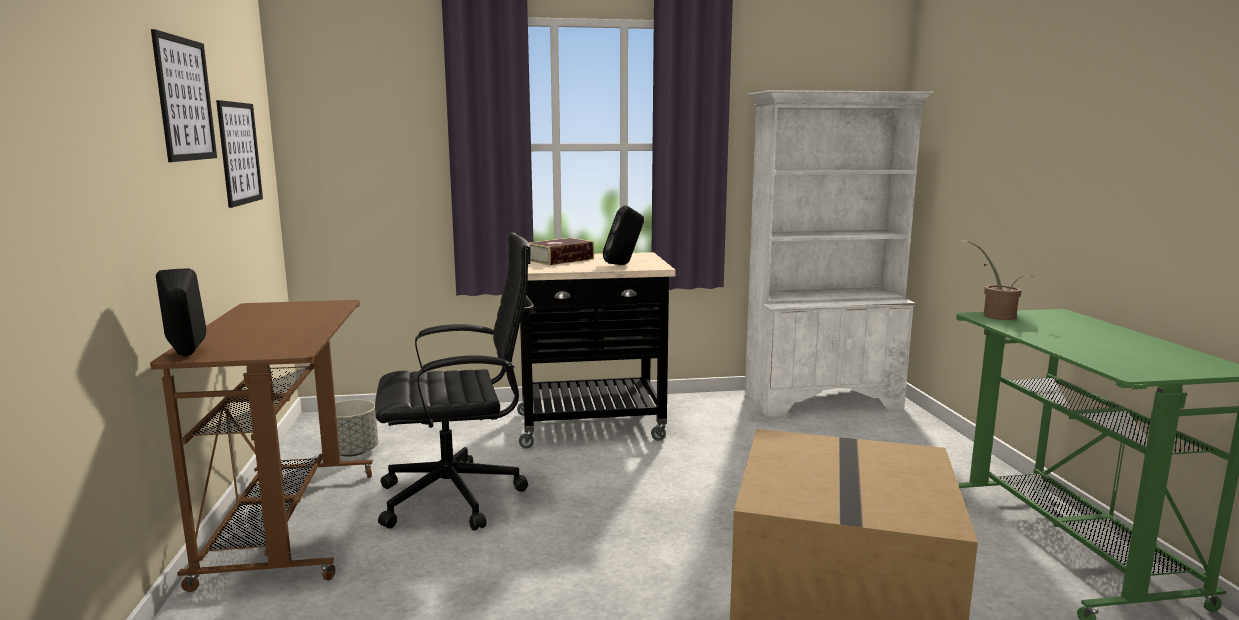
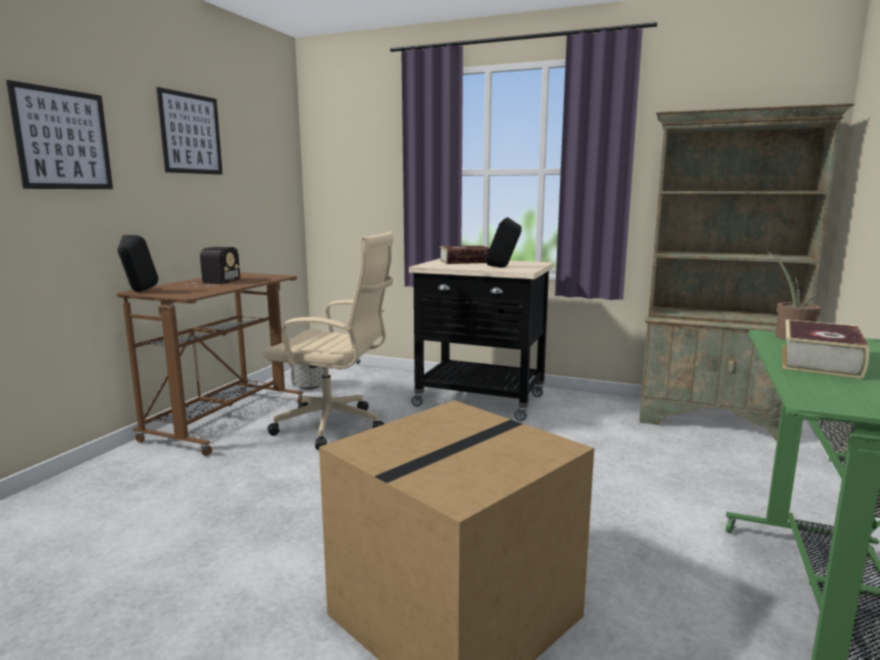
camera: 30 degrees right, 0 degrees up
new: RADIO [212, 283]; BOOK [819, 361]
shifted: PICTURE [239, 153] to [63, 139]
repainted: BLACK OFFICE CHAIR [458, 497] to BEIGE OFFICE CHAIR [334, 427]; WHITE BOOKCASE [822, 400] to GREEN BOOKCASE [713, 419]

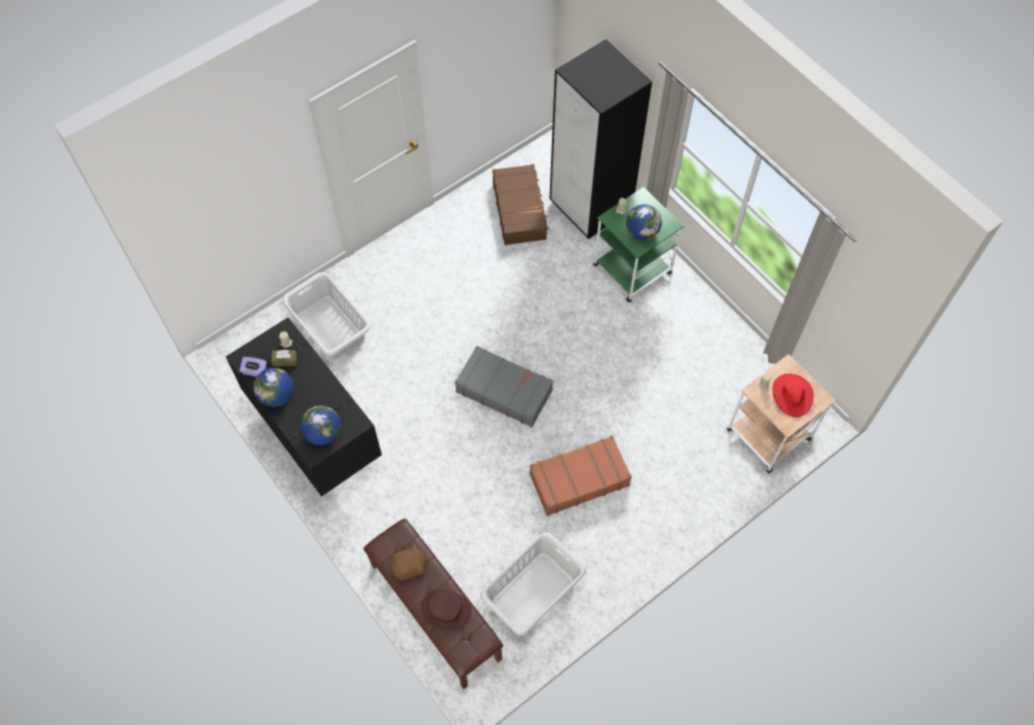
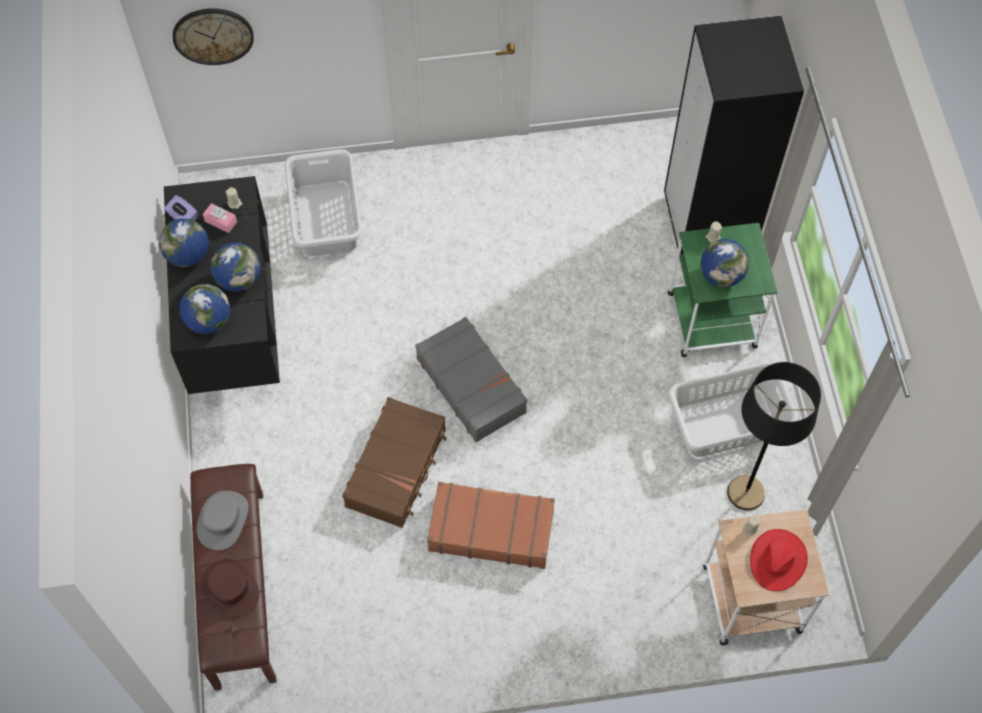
camera: 30 degrees right, 0 degrees up
new: WALL CLOCK [213, 35]; GLOBE [239, 279]; BLACK FLOOR LAMP [745, 493]
shifted: GREY LAUNDRY BASKET [532, 592] to [725, 422]; BROWN SUITCASE [520, 210] to [397, 468]
swapped: BROWN PLUSH TOY [410, 567] to GREY HAT [223, 520]
repainted: BROWN TISSUE BOX [285, 360] to PINK TISSUE BOX [221, 221]

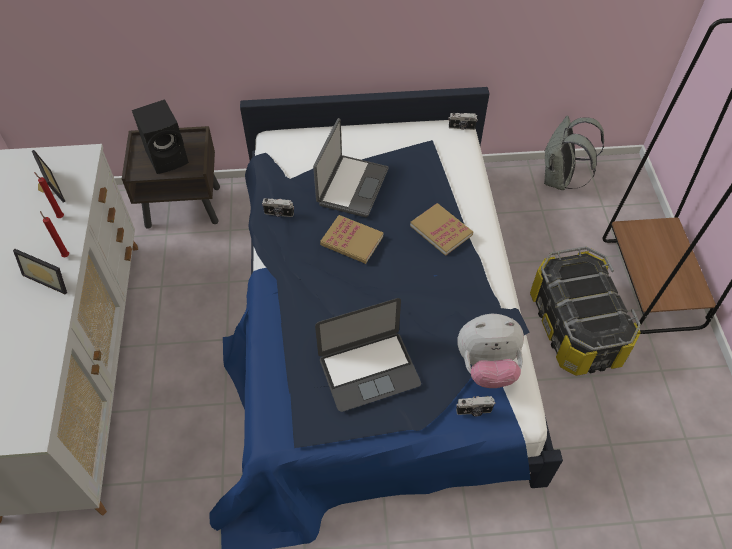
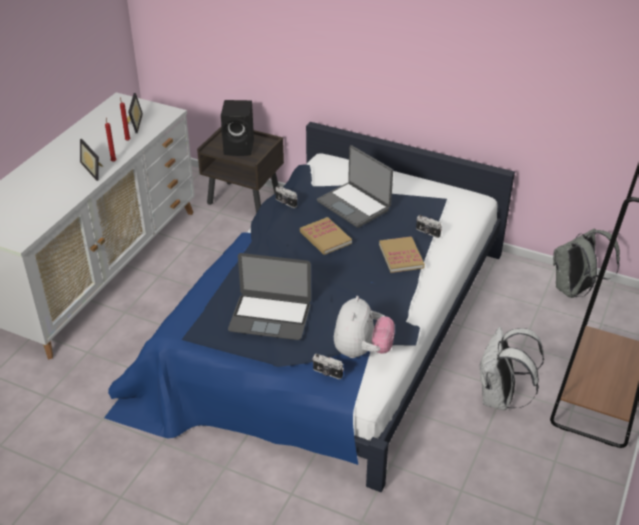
camera: 30 degrees right, 15 degrees down
shifted: PHOTO CAMERA [461, 127] to [427, 232]
swapped: STORAGE BOX [576, 327] to WHITE BACKPACK [500, 398]
rotated: LAPTOP [351, 186] = [354, 205] 90 degrees clockwise; PLUSH TOY [487, 366] = [362, 351] 105 degrees counterclockwise

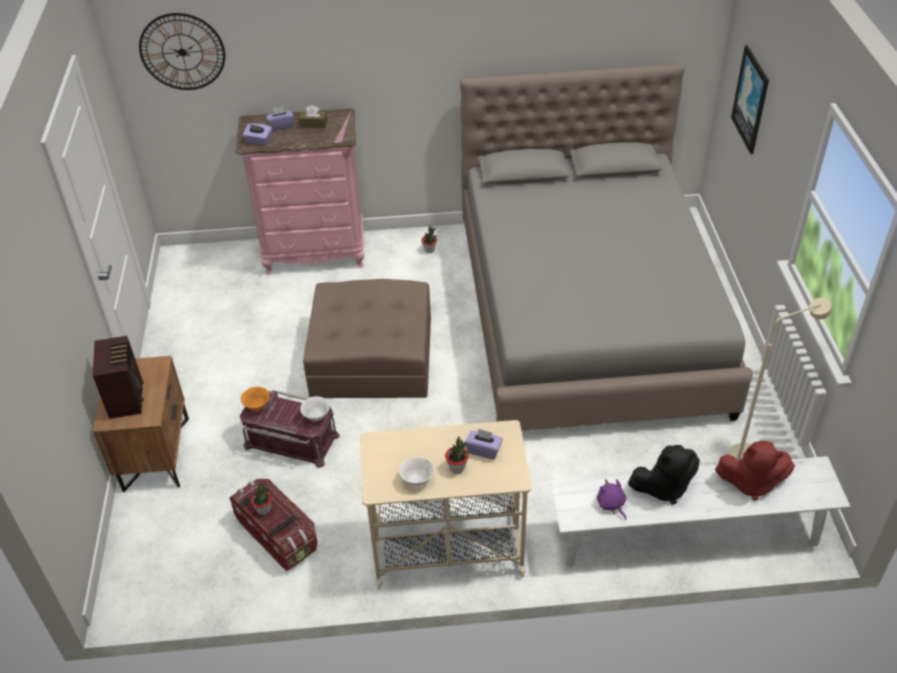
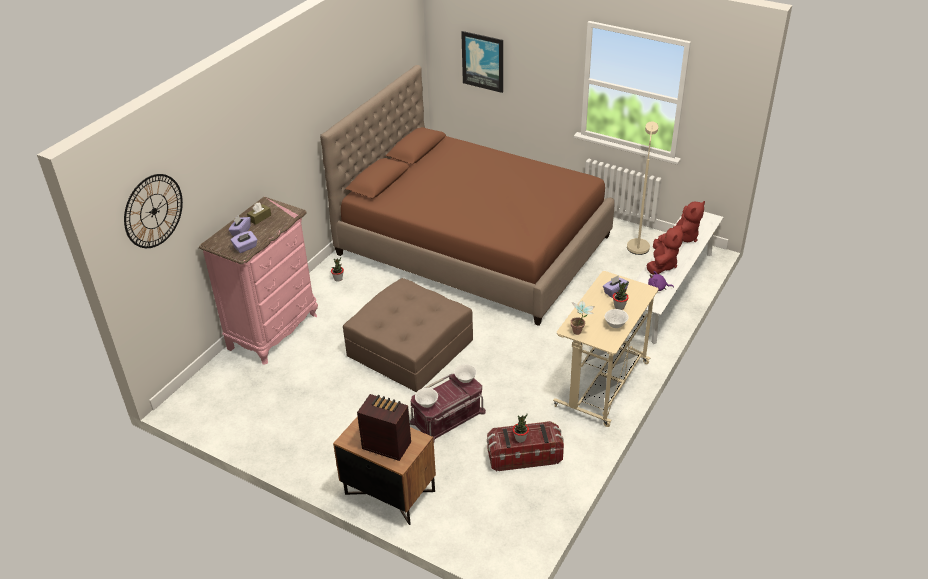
camera: 55 degrees left, 5 degrees down
new: POTTED PLANT [580, 332]
repainted: ORANGE BOWL [257, 407] to WHITE BOWL [427, 404]; GREY BED [587, 313] to BROWN BED [473, 245]; BLACK PLUSH TOY [663, 487] to RED PLUSH TOY [662, 265]

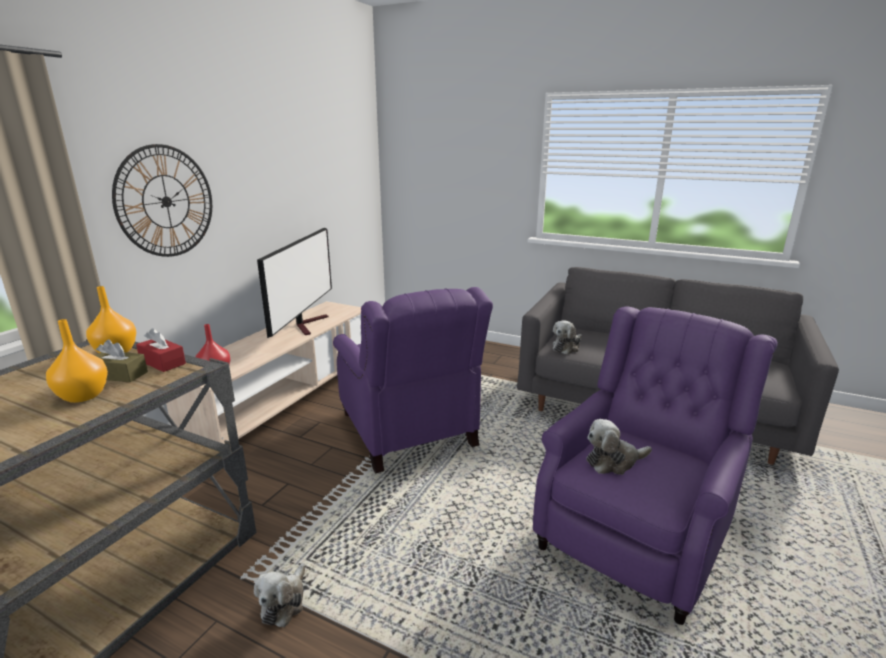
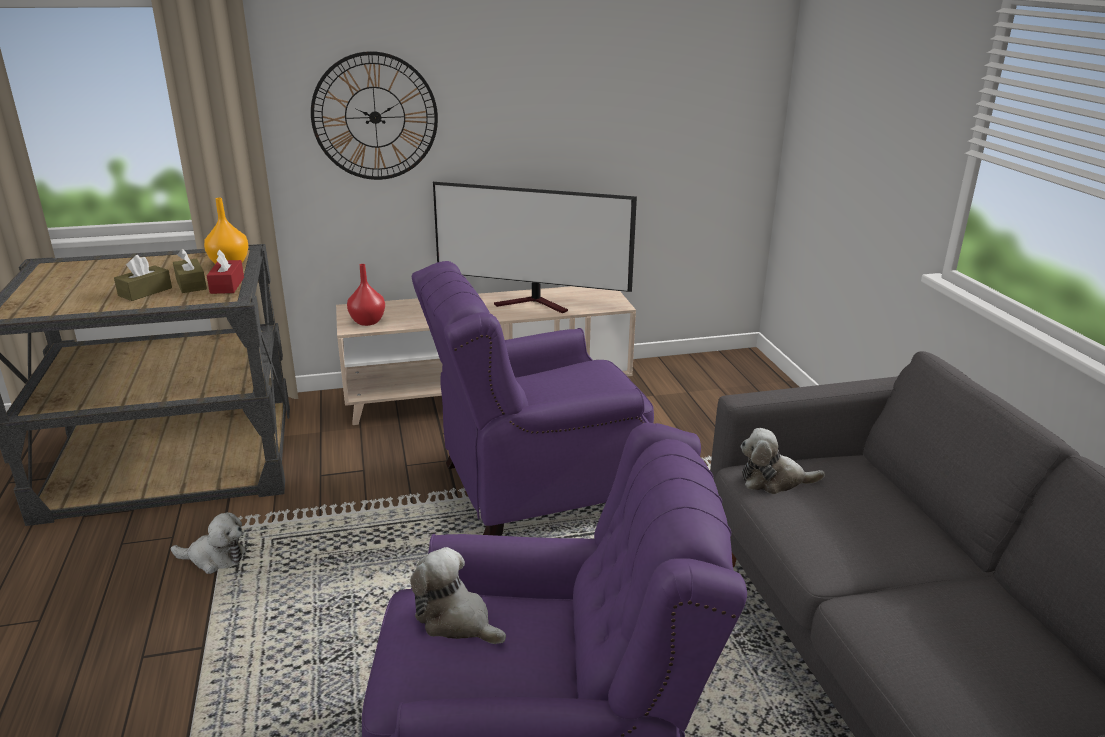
camera: 50 degrees right, 5 degrees up
swapped: ORANGE VASE [84, 396] to BROWN TISSUE BOX [145, 292]
rotated: PLUSH TOY [284, 602] = [215, 558] 150 degrees counterclockwise; TELEVISION [308, 324] = [535, 304] 45 degrees clockwise; PURPLE ARMCHAIR [408, 431] = [537, 489] 45 degrees clockwise

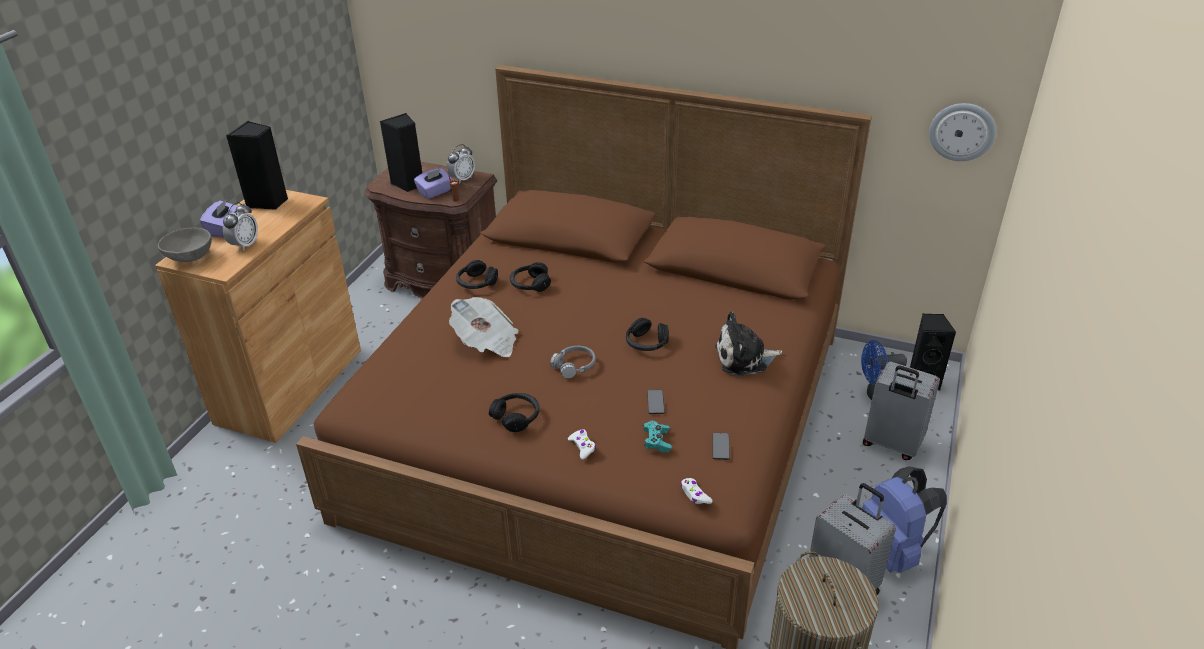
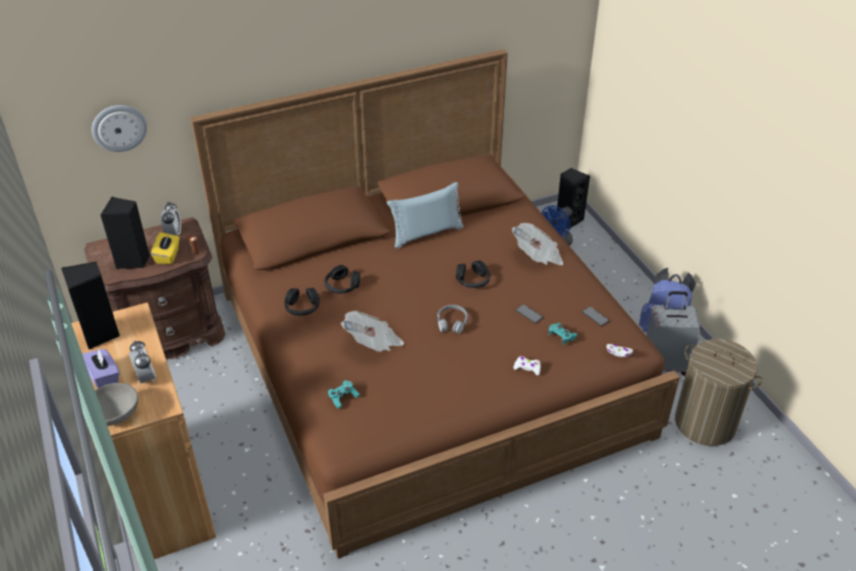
camera: 45 degrees left, 5 degrees up
gone: BLACK HEADPHONES [516, 417]; GREY SUITCASE [891, 444]
new: TURQUOISE GAME CONTROLLER [343, 397]; BLUE PILLOW [426, 233]
shifted: WALL CLOCK [962, 131] to [119, 127]
swapped: PLUSH TOY [744, 358] to NEWSPAPER [537, 256]
repainted: PURPLE TISSUE BOX [435, 192] to YELLOW TISSUE BOX [168, 256]

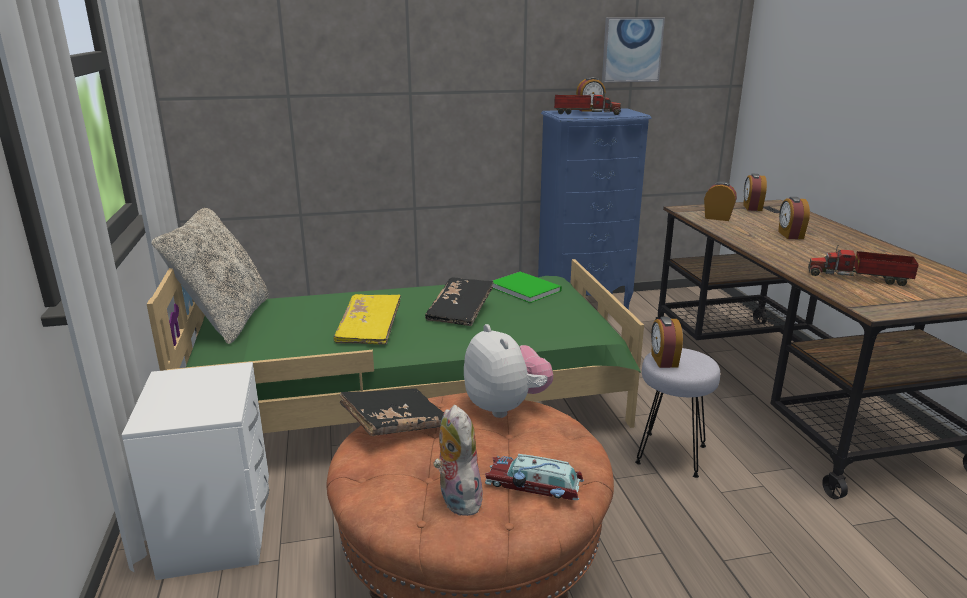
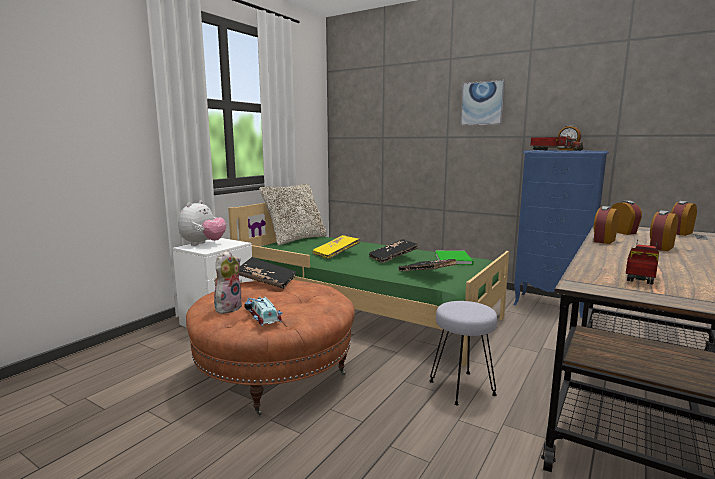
camera: 45 degrees right, 10 degrees down
new: BLACK BOOK [426, 274]
shifted: PLUSH TOY [506, 406] to [203, 244]; PICTURE [632, 50] to [482, 103]; ALARM CLOCK [663, 360] to [603, 241]
rotated: TOY TRUCK [861, 278] = [641, 273] 60 degrees clockwise

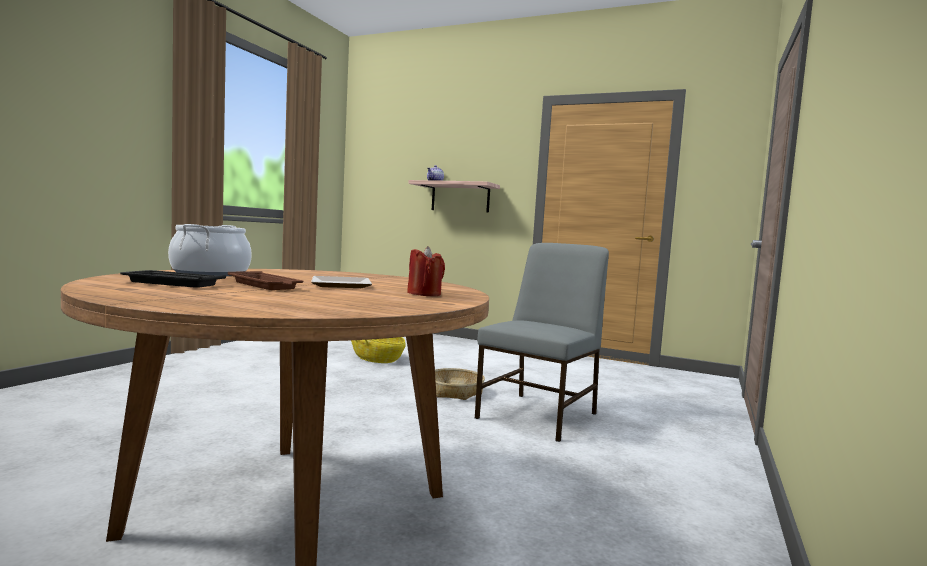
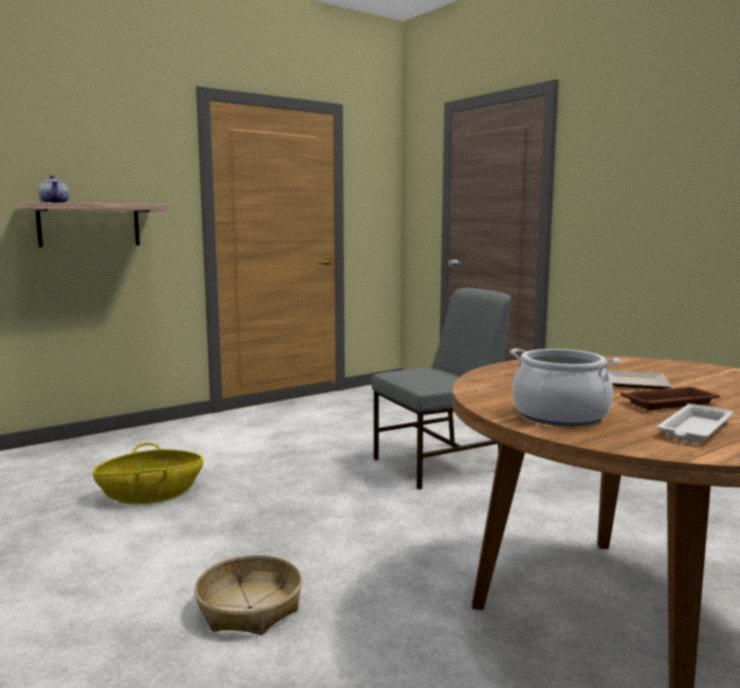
camera: 60 degrees left, 5 degrees up
gone: RED CANDLE [424, 294]
shifted: BASKET [454, 391] to [249, 607]
repainted: BLACK TRAY [171, 283] to WHITE TRAY [694, 429]
rotated: GREY CHAIR [539, 415] = [440, 464] 90 degrees clockwise

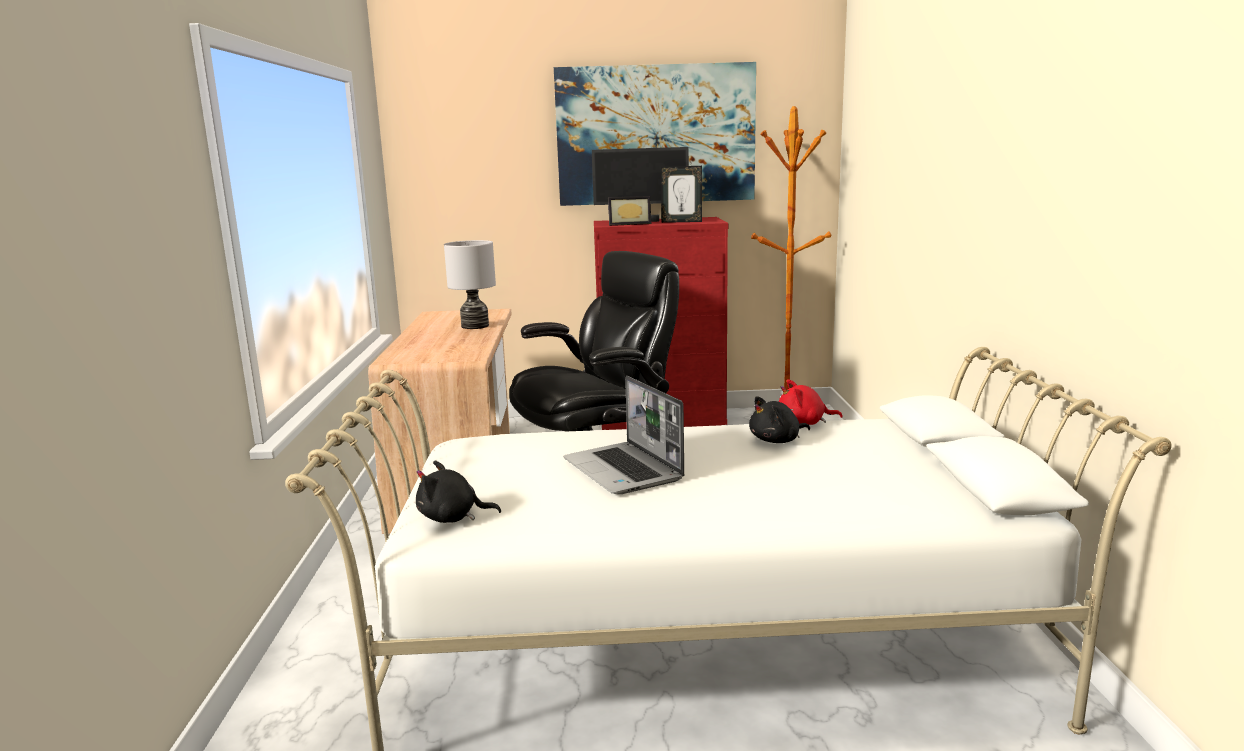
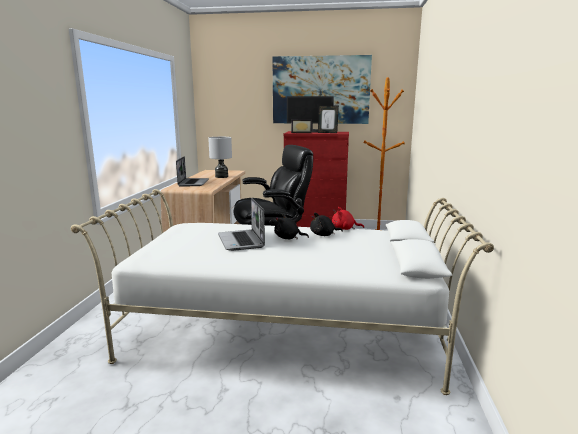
camera: 10 degrees right, 0 degrees up
new: LAPTOP [193, 183]
shifted: BLACK PLUSH TOY [452, 518] to [288, 238]

